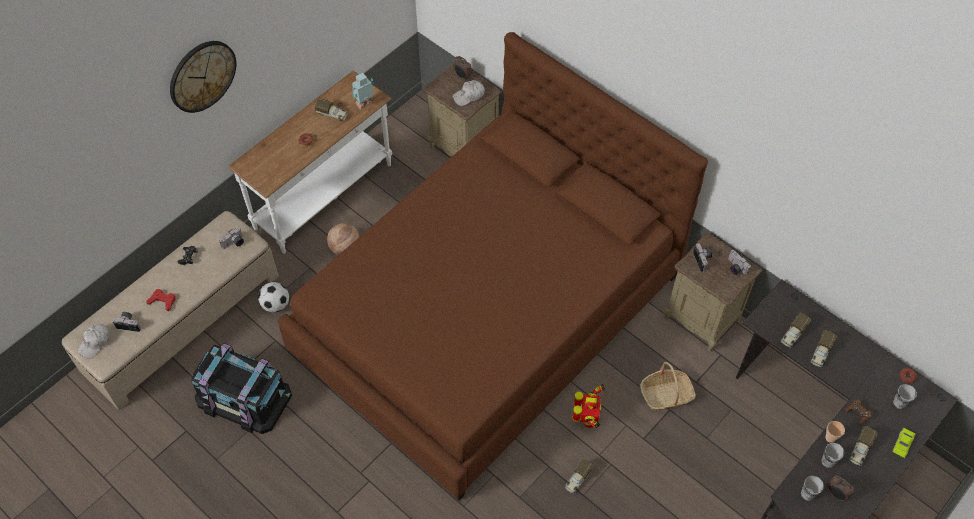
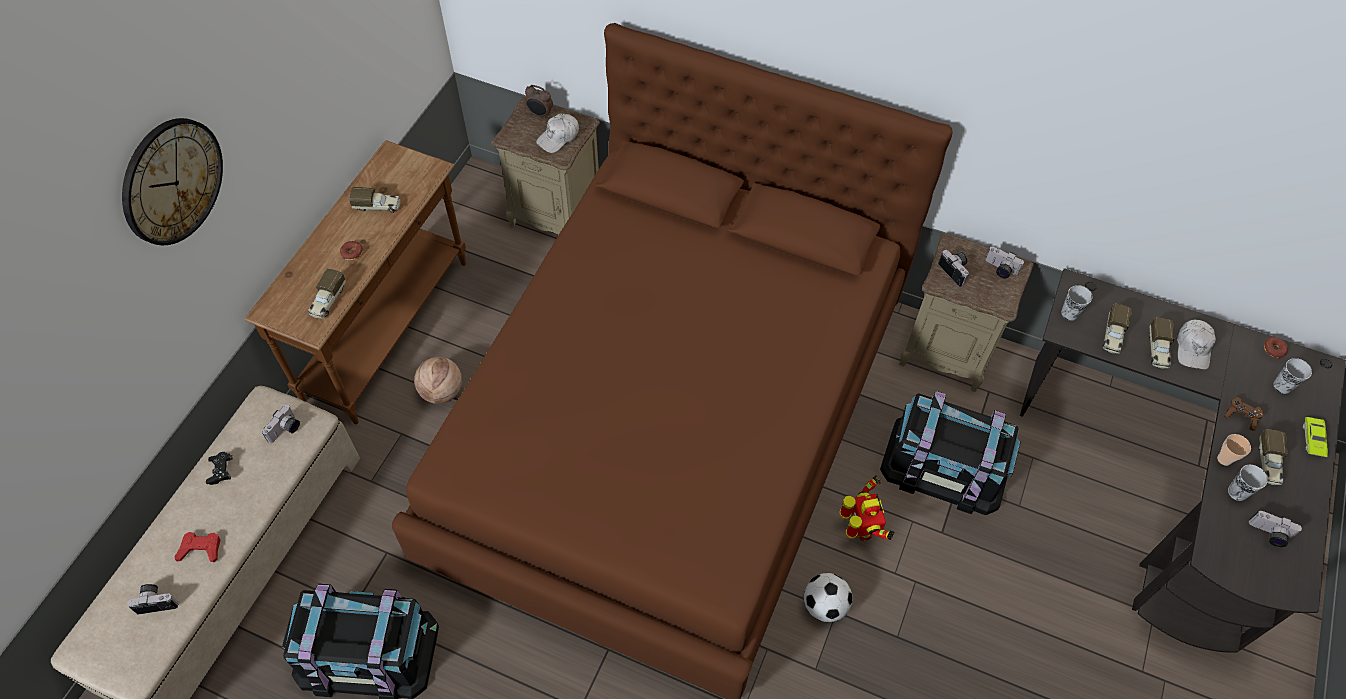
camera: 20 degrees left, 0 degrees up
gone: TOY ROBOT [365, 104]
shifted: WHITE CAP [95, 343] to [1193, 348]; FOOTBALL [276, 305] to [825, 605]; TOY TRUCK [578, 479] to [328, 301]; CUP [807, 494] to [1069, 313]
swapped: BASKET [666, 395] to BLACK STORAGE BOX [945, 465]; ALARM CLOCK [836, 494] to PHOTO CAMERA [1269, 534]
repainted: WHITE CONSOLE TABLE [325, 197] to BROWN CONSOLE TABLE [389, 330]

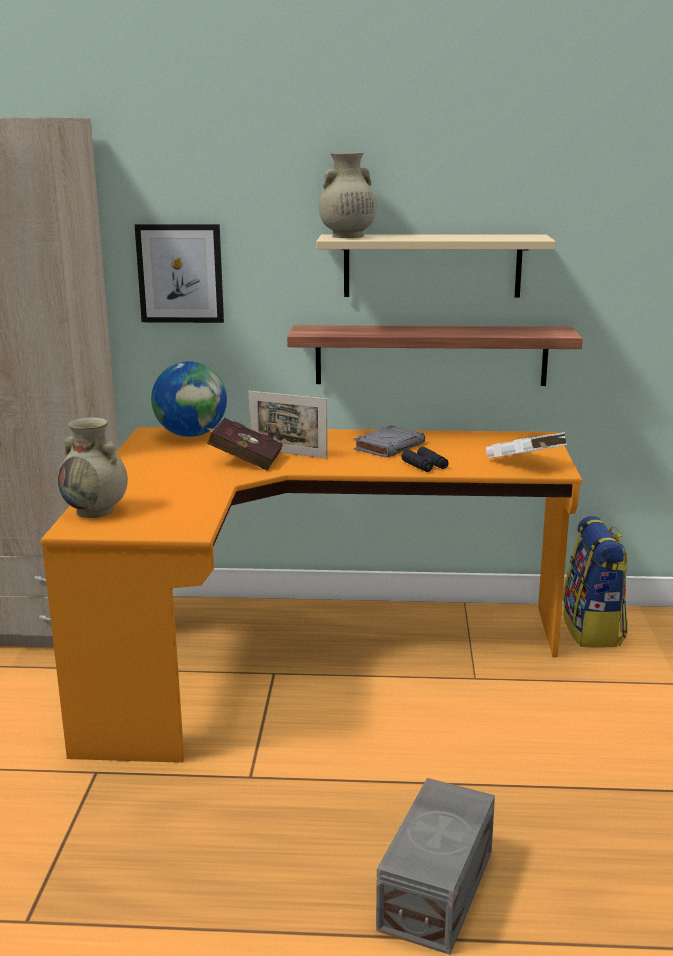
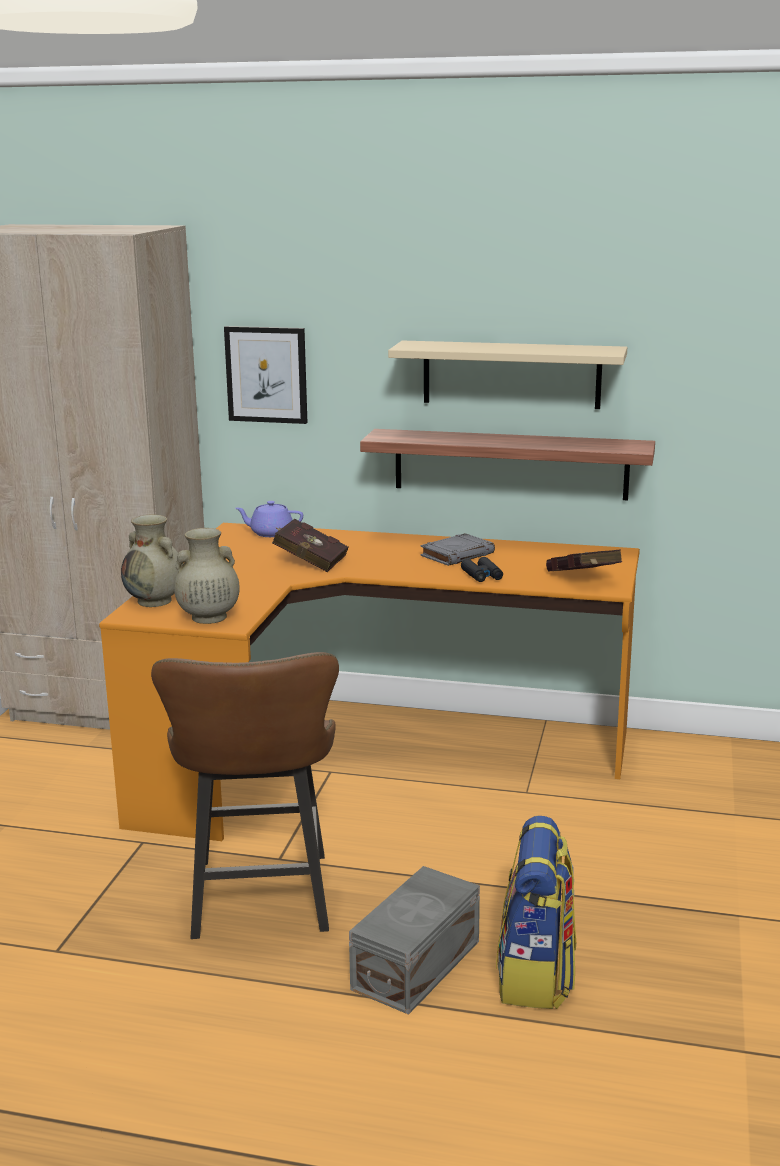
camera: 10 degrees right, 0 degrees up
gone: PICTURE FRAME [288, 453]
new: BROWN STOOL [260, 907]
shifted: BEIGE VASE [347, 236] to [208, 617]; BACKPACK [593, 630] to [536, 976]
swapped: GLOBE [191, 435] to PURPLE TEAPOT [270, 533]
repainted: WHITE BOOK [526, 465] to RED BOOK [583, 580]

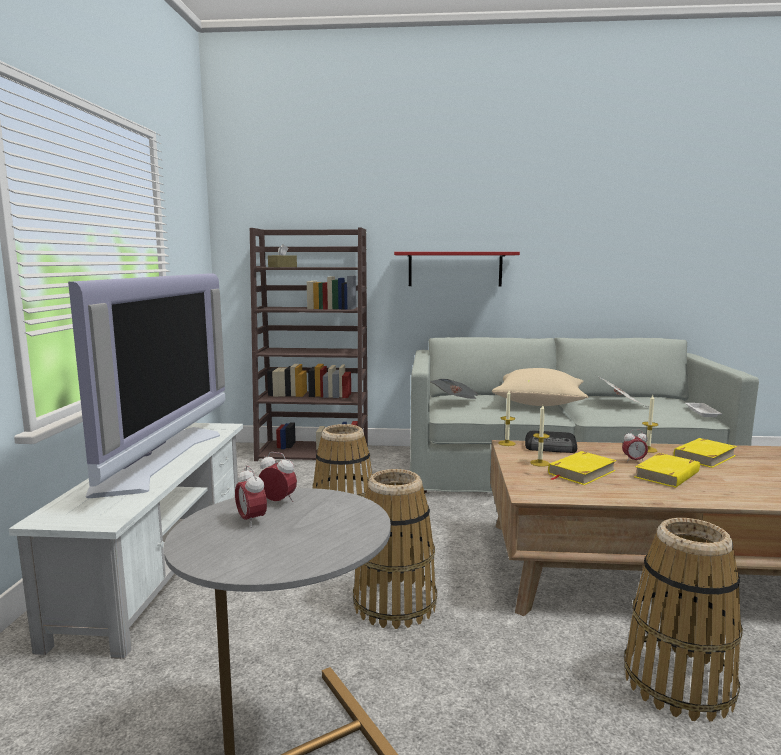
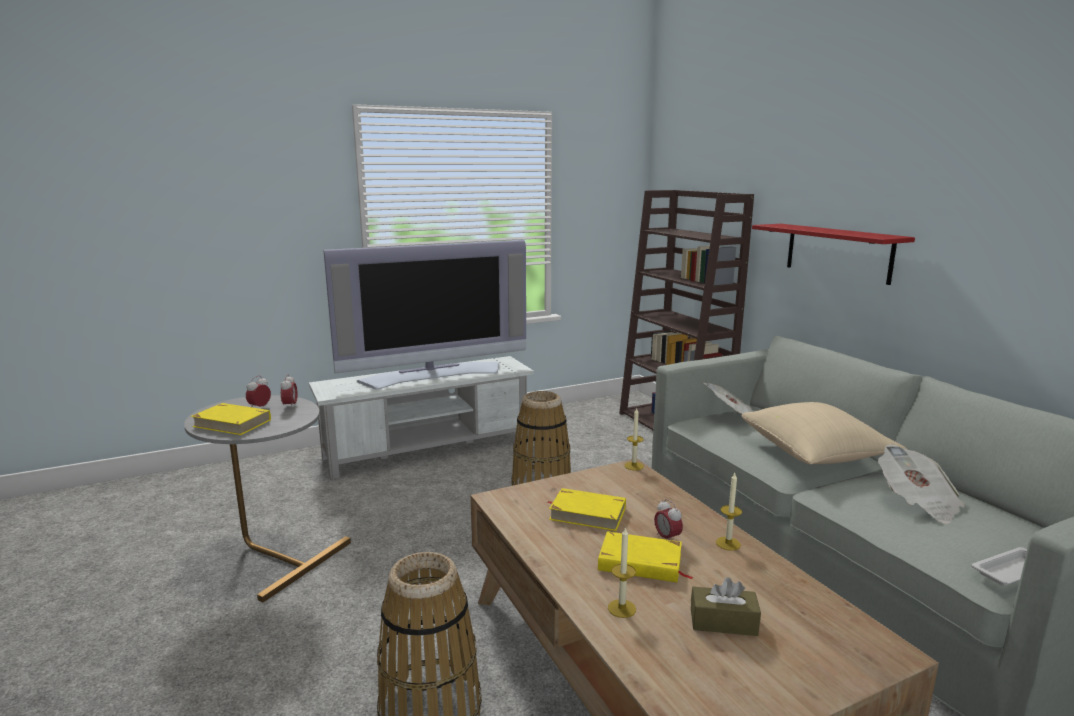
camera: 60 degrees right, 5 degrees up
gone: BASKET [395, 603]; RADIO [551, 447]
shifted: BROWN TISSUE BOX [282, 267] to [723, 622]; CANDLE [539, 463] to [622, 608]; YELLOW BOOK [703, 457] to [232, 423]

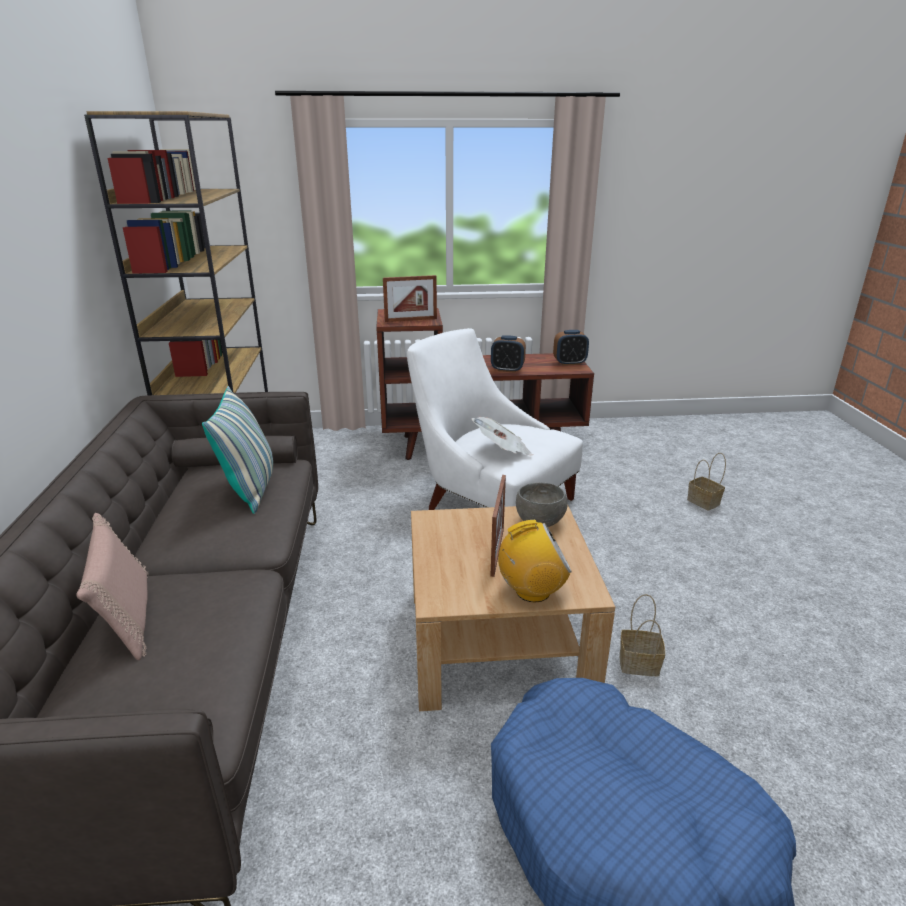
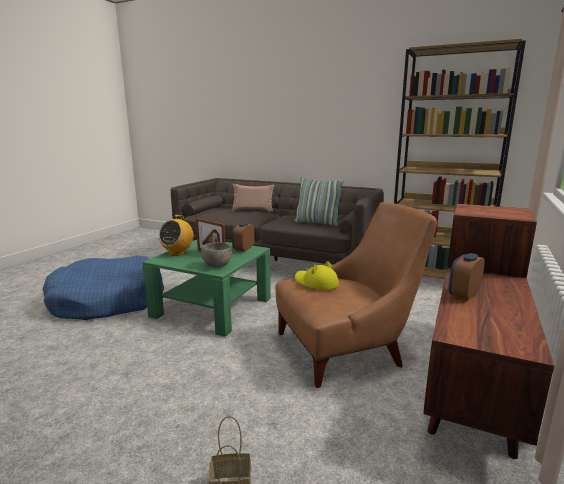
camera: 120 degrees right, 10 degrees down
gone: PICTURE FRAME [411, 320]; BASKET [637, 664]
shifted: ALARM CLOCK [569, 363] to [243, 249]
swapped: NEWSPAPER [502, 451] to YELLOW HAT [316, 282]
repainted: WHITE ARMCHAIR [489, 499] to BROWN ARMCHAIR [348, 347]; BROWN COFFEE TABLE [498, 640] to GREEN COFFEE TABLE [212, 307]

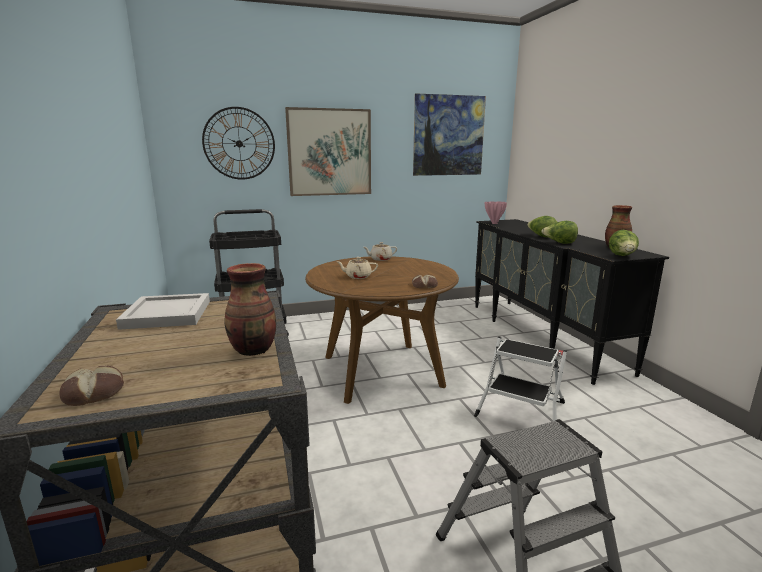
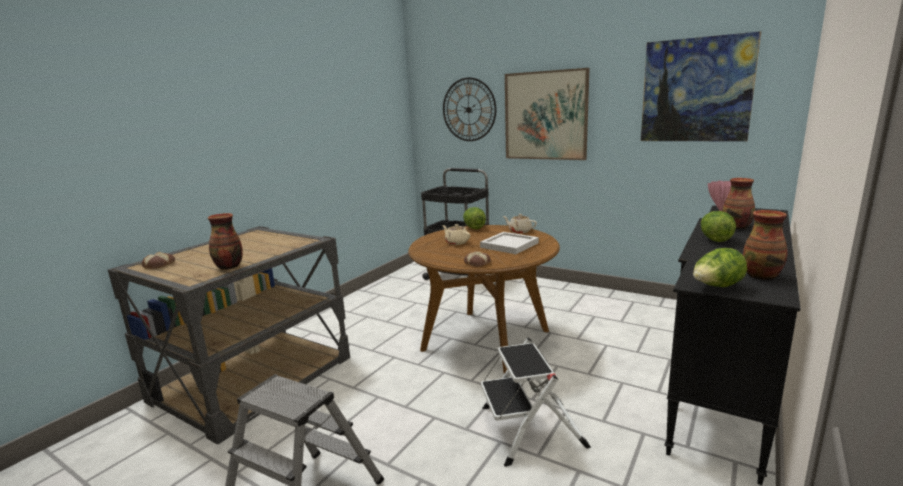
camera: 50 degrees right, 0 degrees up
new: VASE [737, 227]
shifted: WHITE TRAY [169, 314] to [510, 245]; LETTUCE [559, 243] to [473, 228]

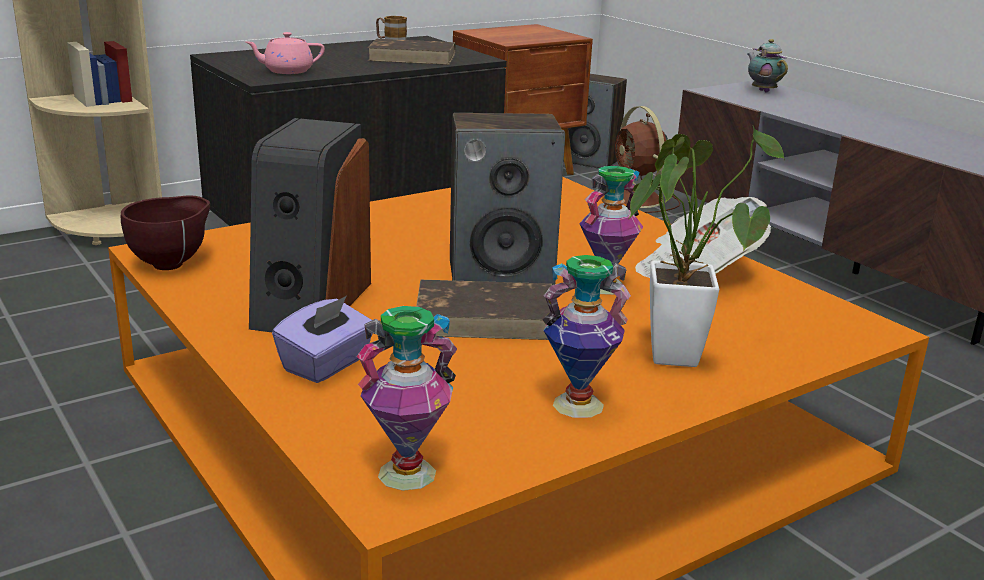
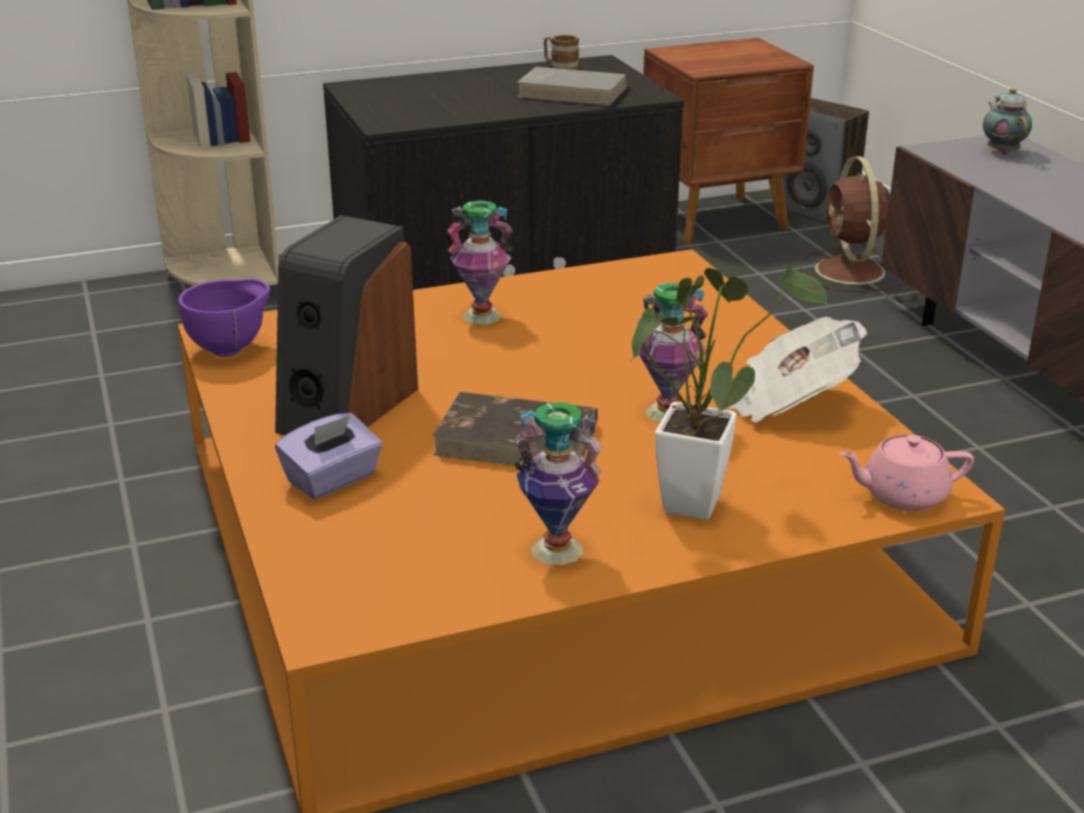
camera: 15 degrees right, 5 degrees up
gone: SPEAKER [501, 275]
shifted: PINK TEAPOT [287, 71] to [902, 495]; VASE [407, 472] to [482, 316]
repainted: BROWN BOWL [172, 264] to PURPLE BOWL [231, 349]; BROWN BOOK [413, 57] to GREY BOOK [573, 92]

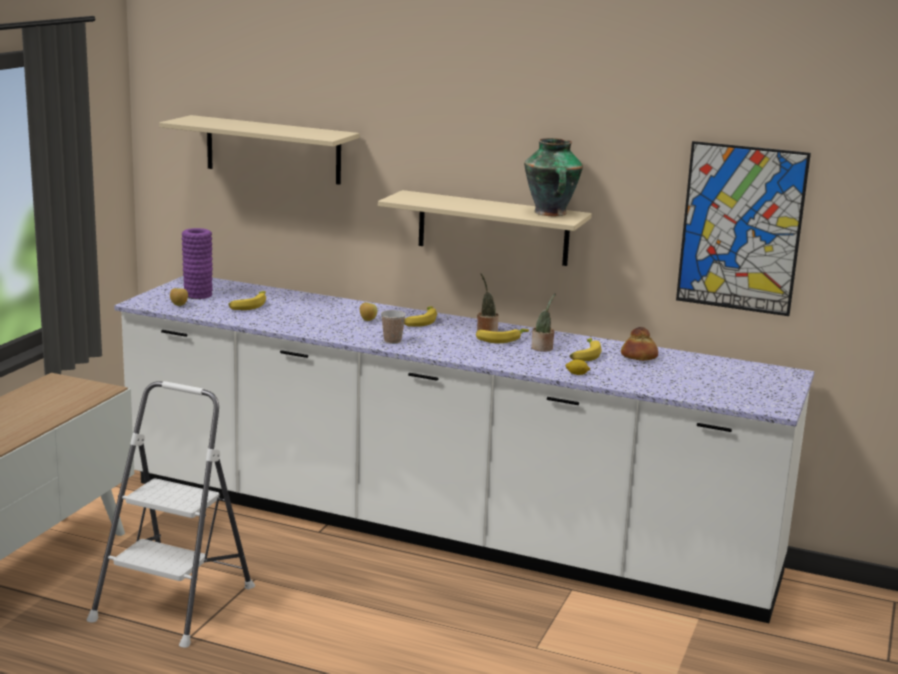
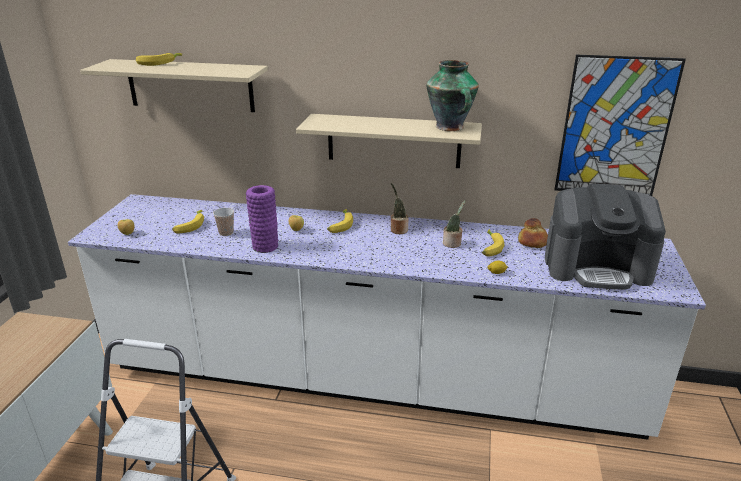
camera: 10 degrees left, 10 degrees up
new: COFFEE MACHINE [597, 267]
shifted: PURPLE VASE [198, 295] to [265, 246]; CUP [392, 341] to [226, 233]; BANANA [500, 339] to [158, 63]

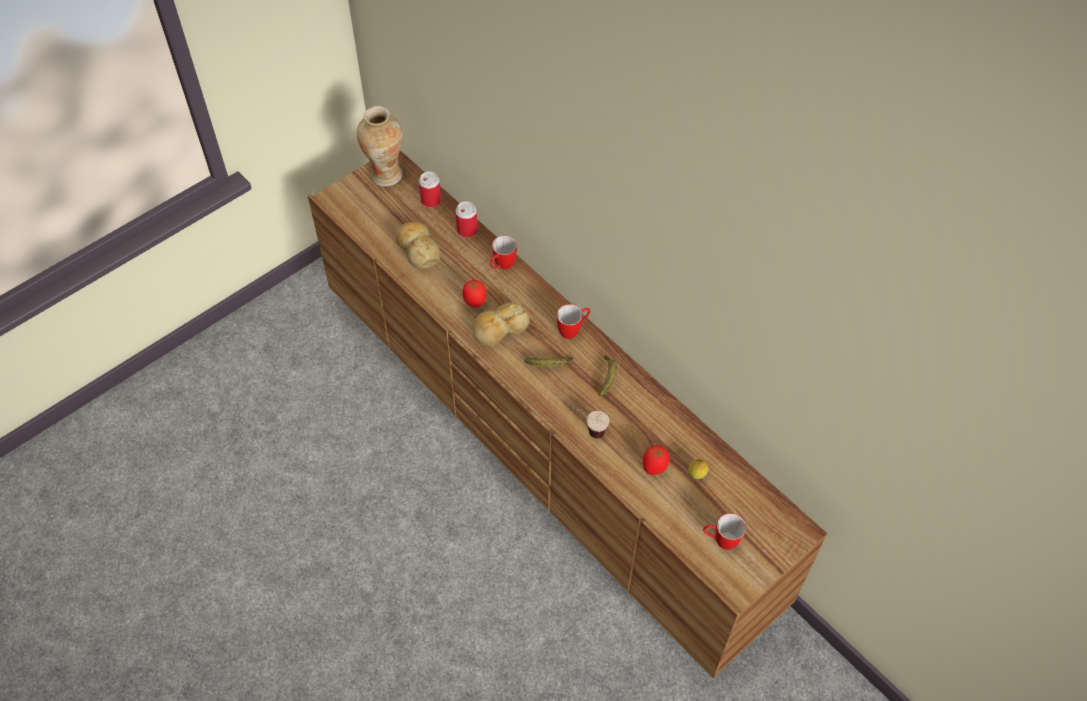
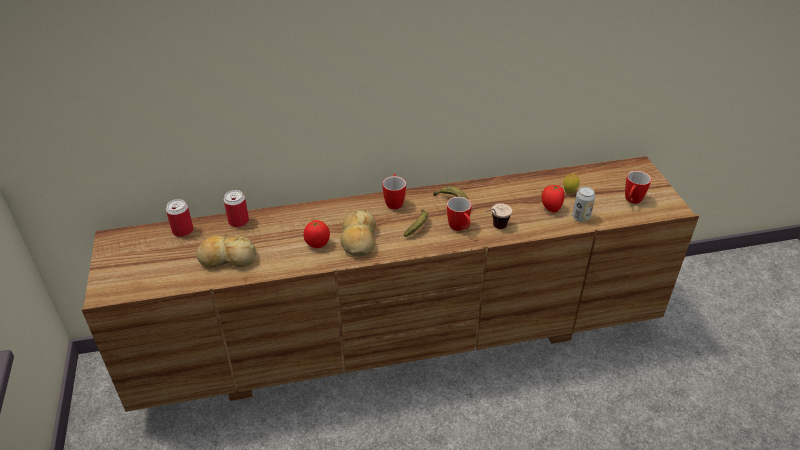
camera: 60 degrees left, 15 degrees down
gone: VASE [385, 174]
new: CAN [581, 217]
shifted: MUG [502, 266] to [460, 229]

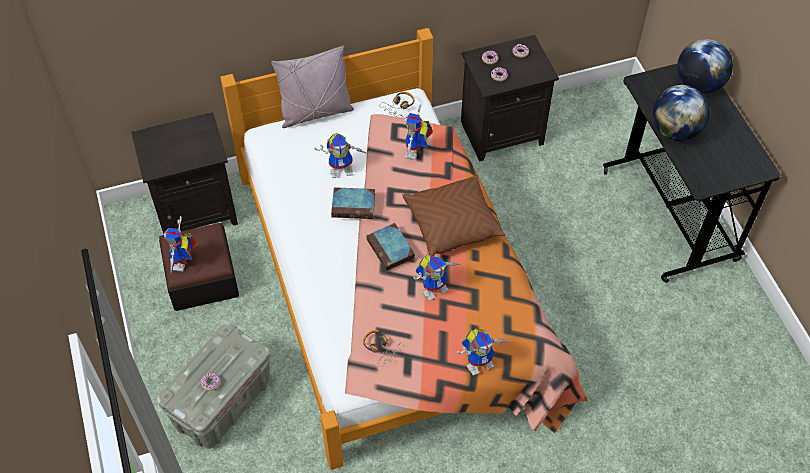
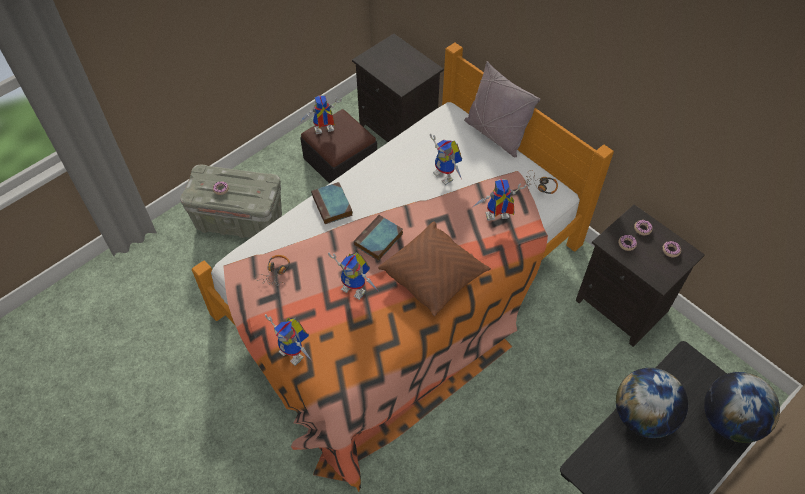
camera: 65 degrees right, 0 degrees up
shifted: BOOK [354, 205] to [333, 206]

